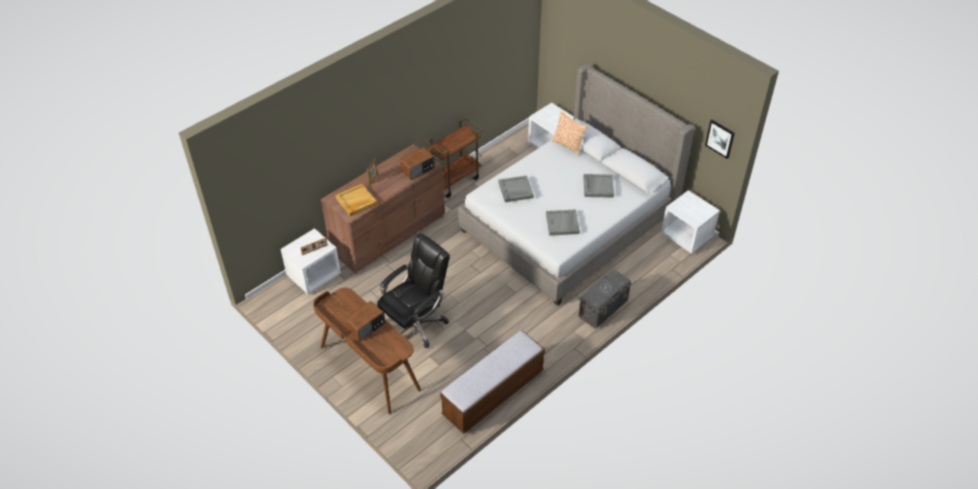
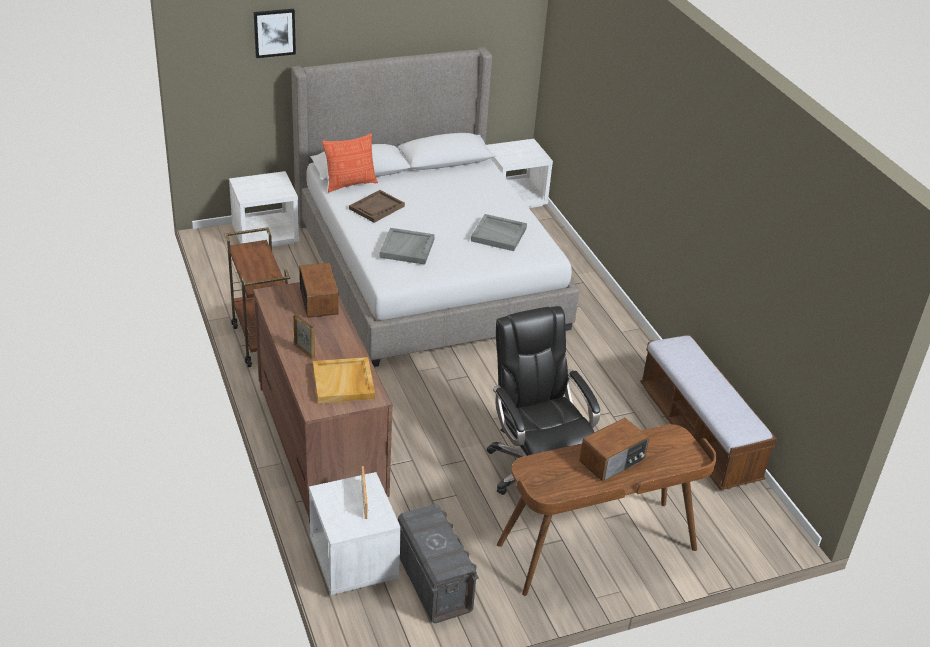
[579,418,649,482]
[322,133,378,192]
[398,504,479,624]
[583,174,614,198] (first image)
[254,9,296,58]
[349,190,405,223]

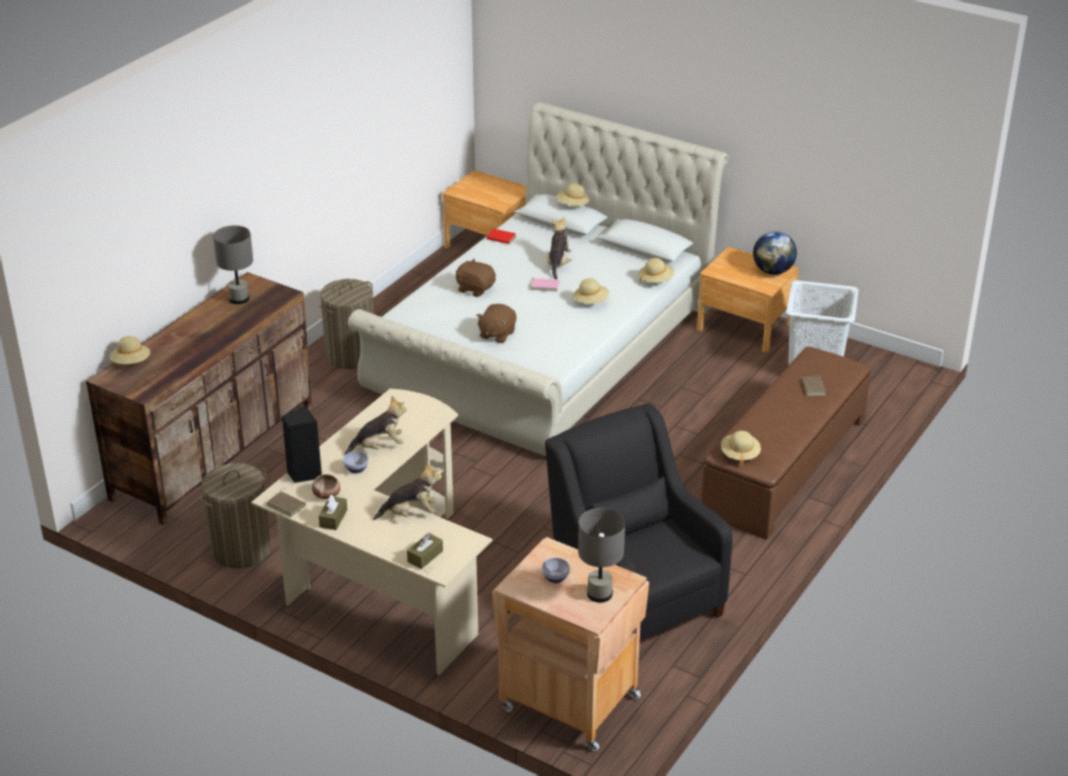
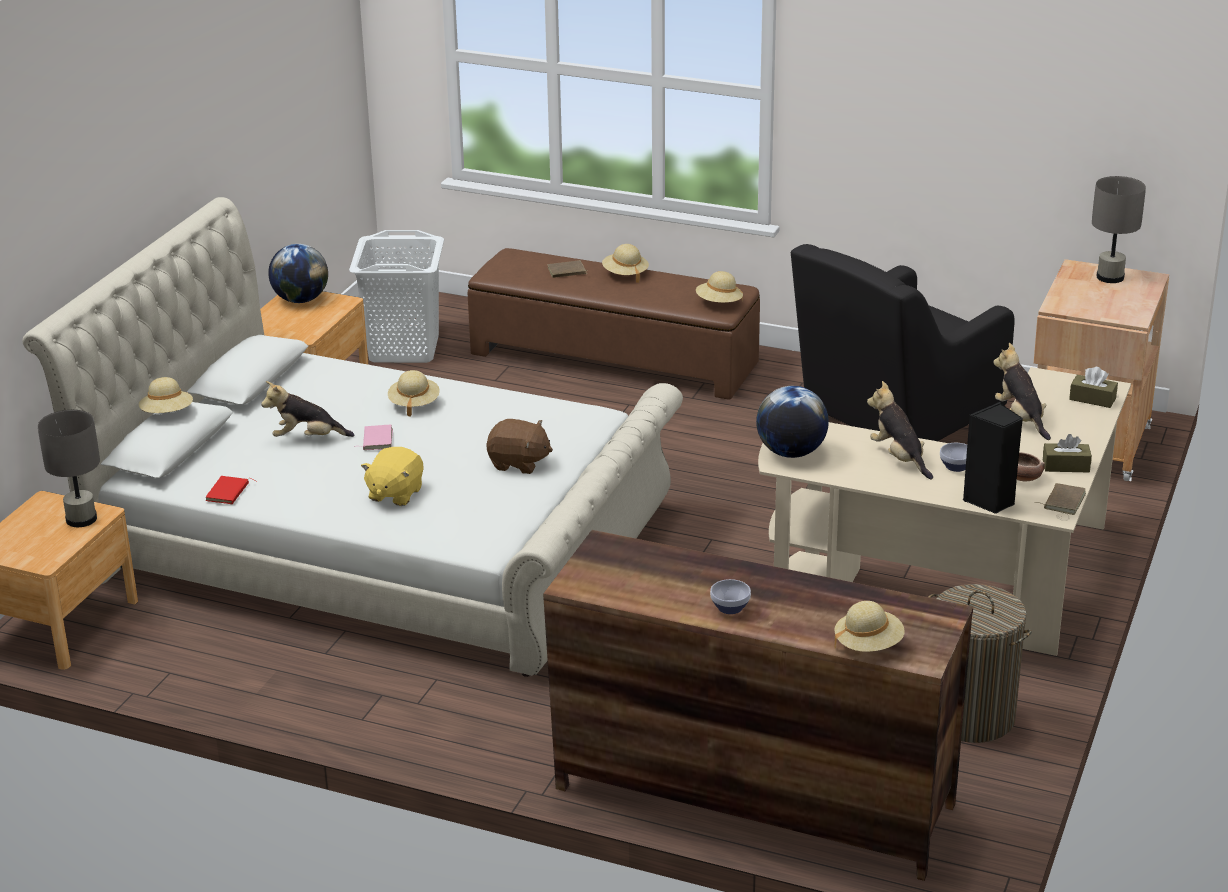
[38,410,100,527]
[320,279,374,369] (first image)
[361,447,424,506]
[710,579,751,614]
[602,244,649,283]
[756,386,829,458]

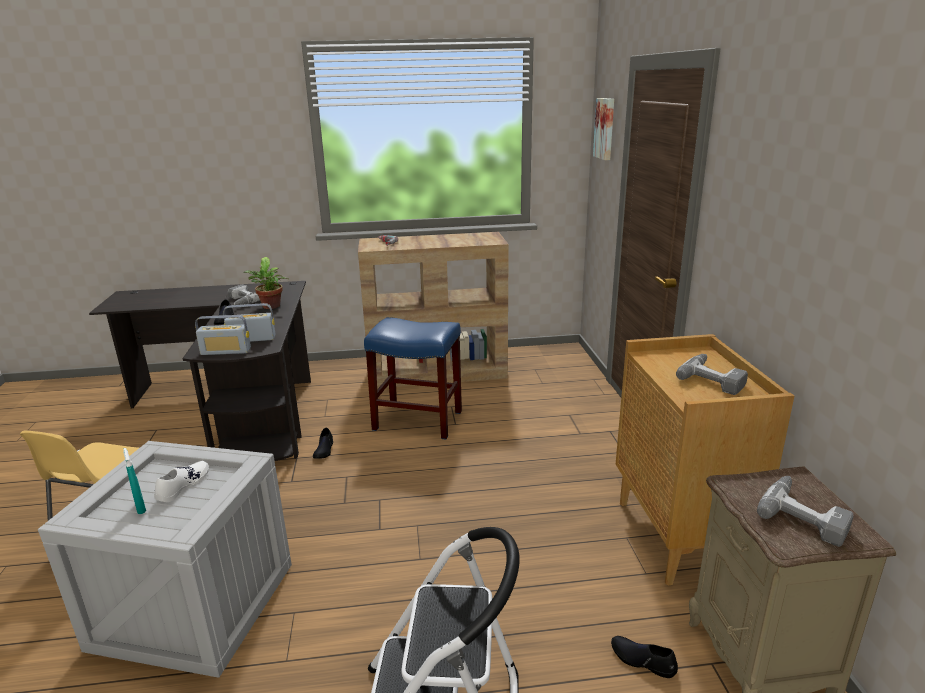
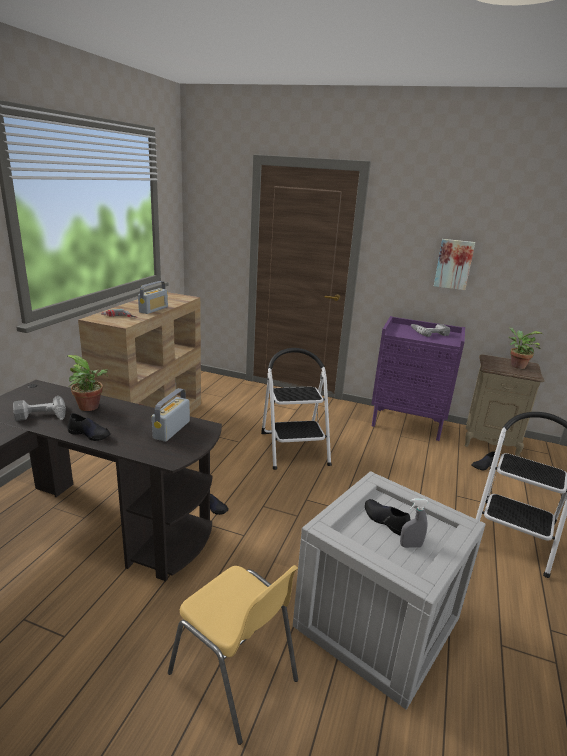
[400,499,429,548]
[365,499,411,536]
[138,281,168,314]
[364,317,462,440] (first image)
[434,239,475,290]
[371,316,465,441]
[508,327,543,369]
[261,348,332,470]

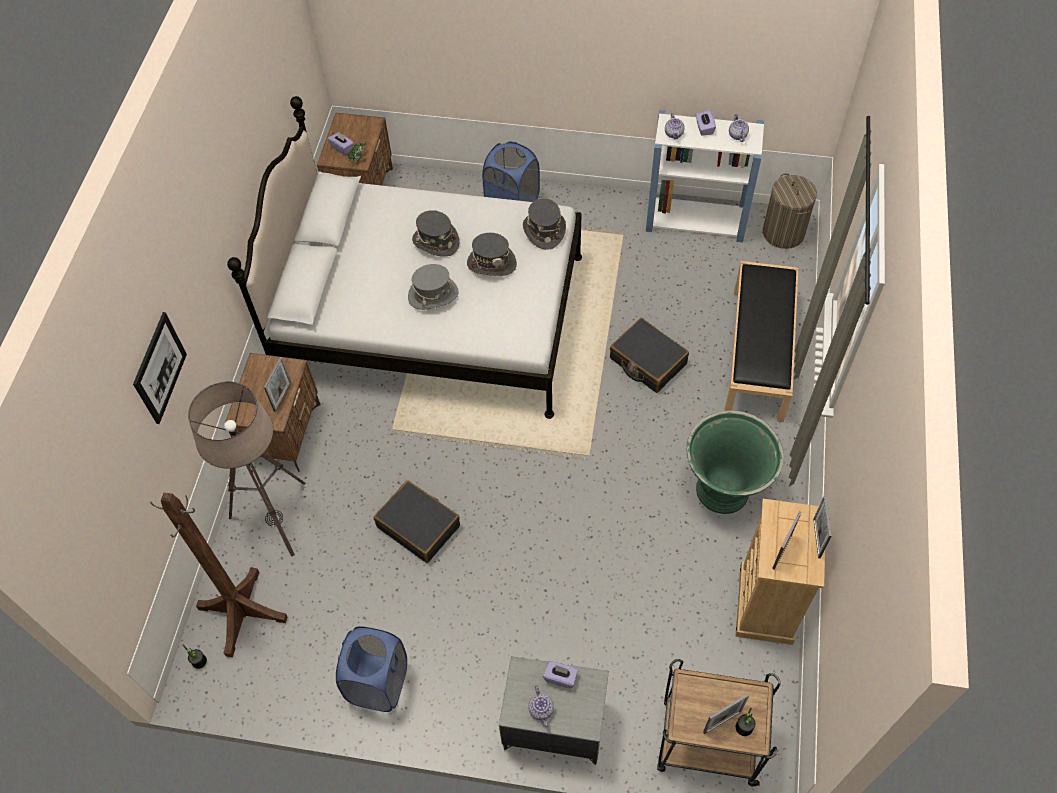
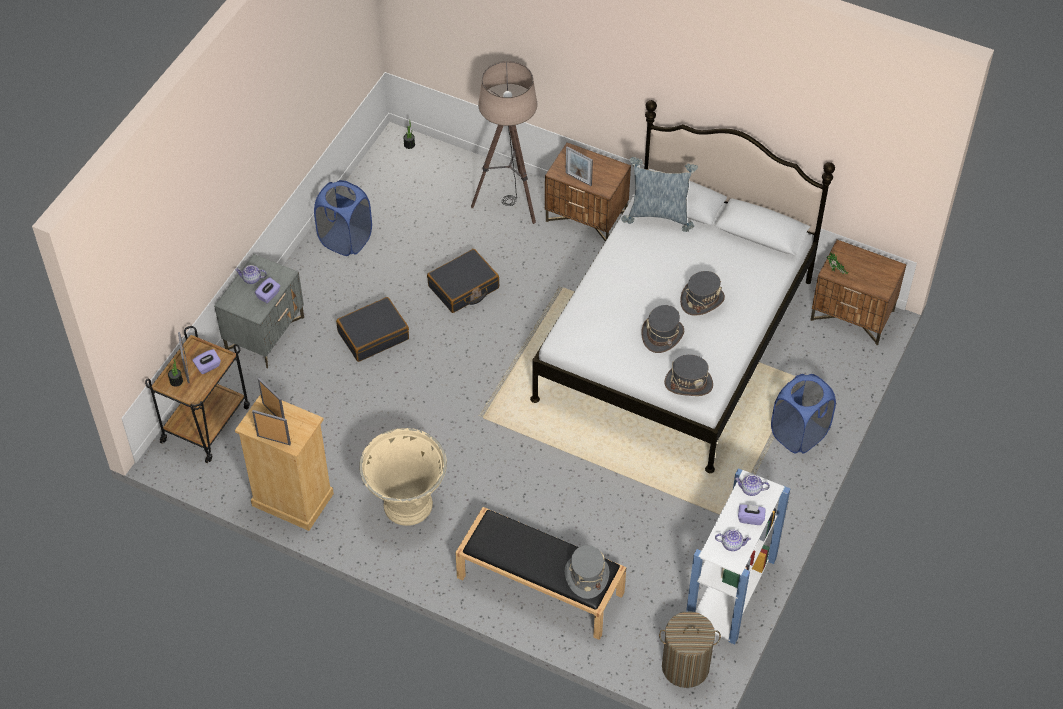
[133,312,187,424] (first image)
[150,493,288,657] (first image)
[192,349,221,374]
[565,545,609,599]
[336,297,409,362]
[359,428,447,526]
[621,157,698,232]

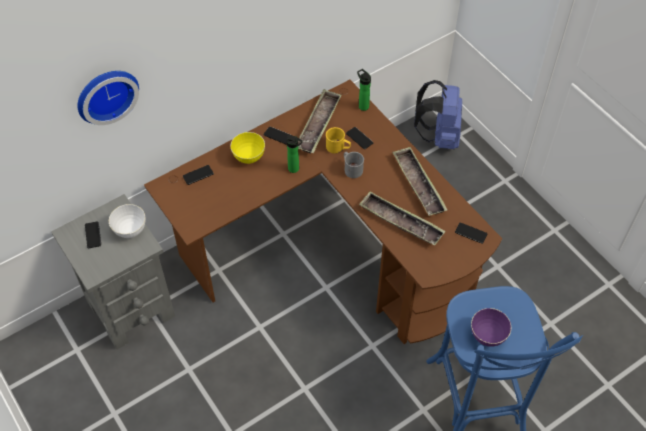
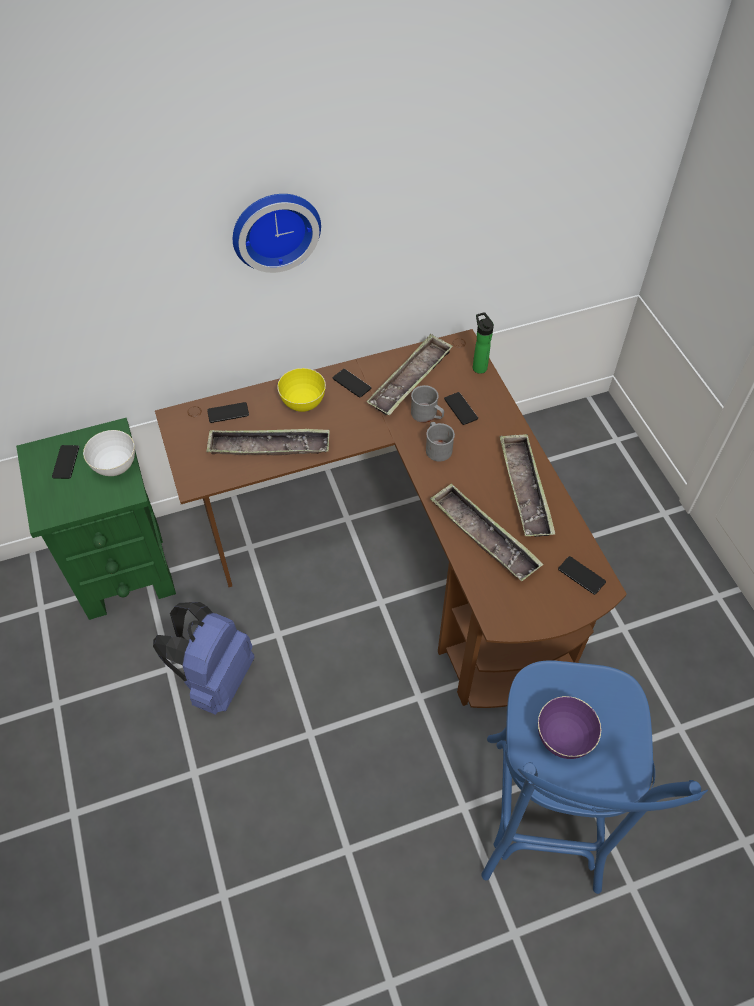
[16,418,176,620]
[233,194,321,273]
[287,135,303,173] (first image)
[411,385,444,423]
[153,602,255,715]
[206,429,330,455]

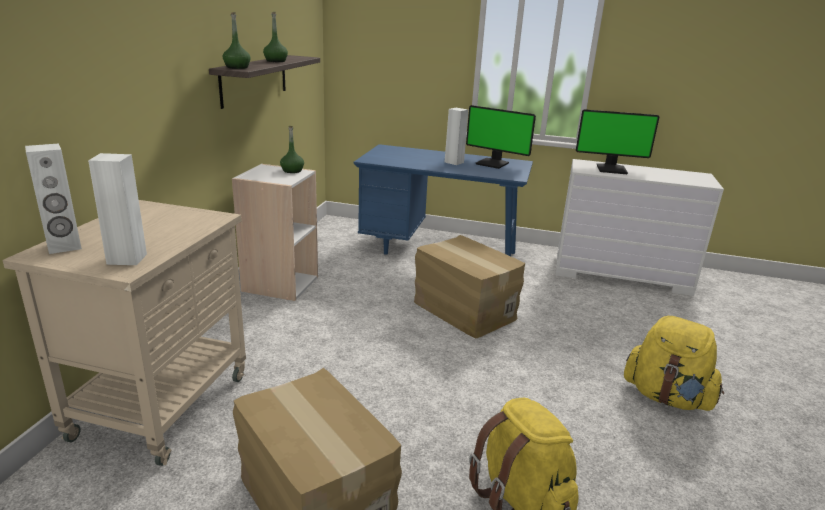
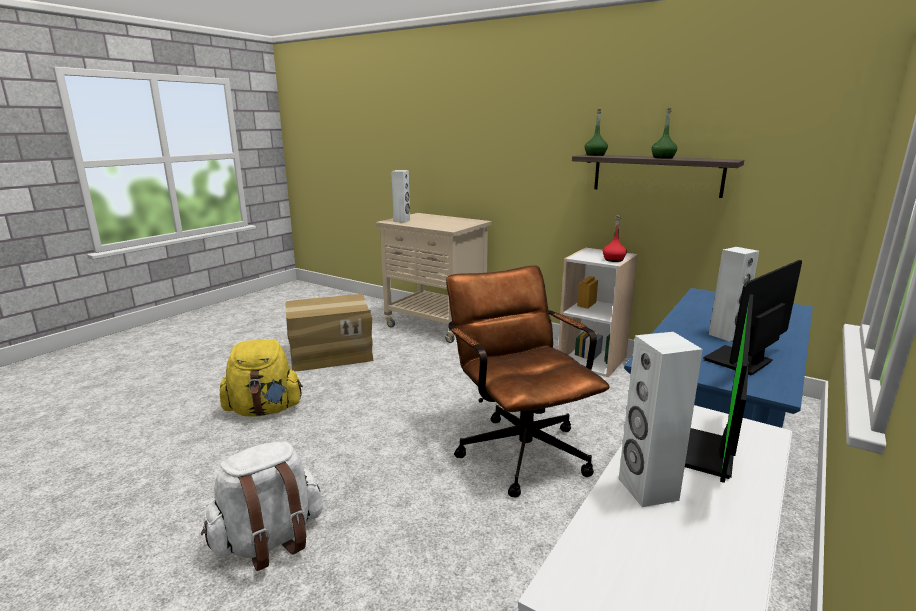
[619,332,703,507]
[603,215,627,262]
[446,265,610,498]
[201,442,323,571]

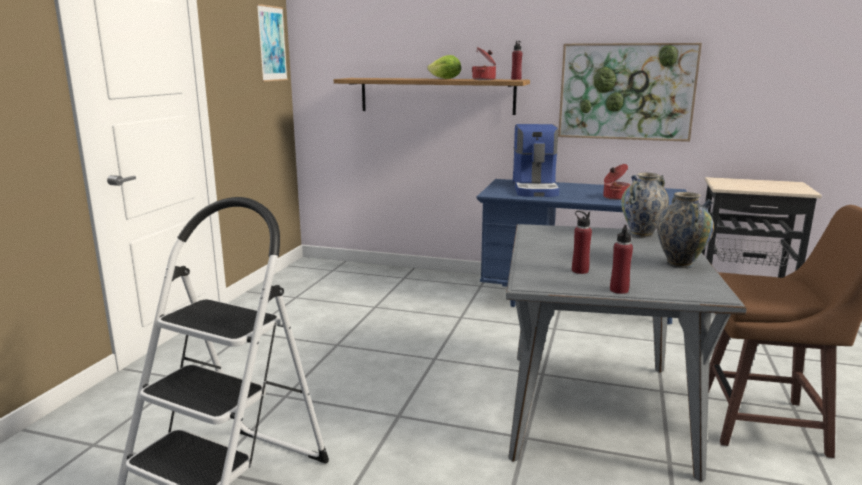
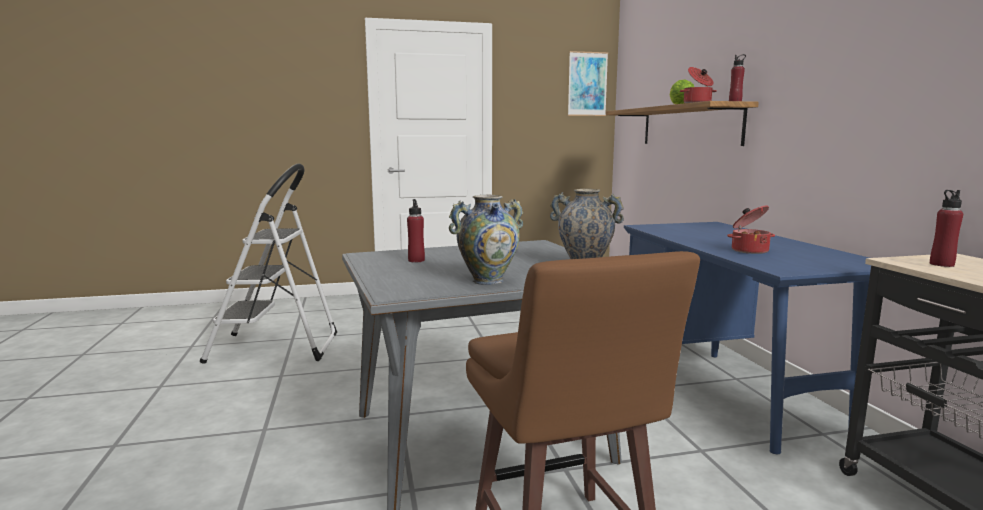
[513,124,559,197] (first image)
[558,43,702,142] (first image)
[930,190,963,267]

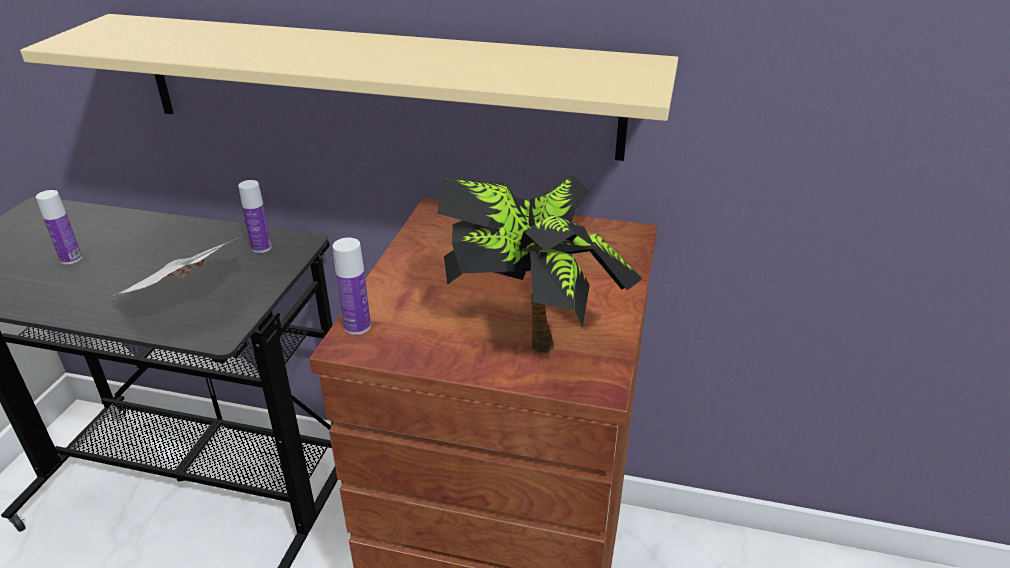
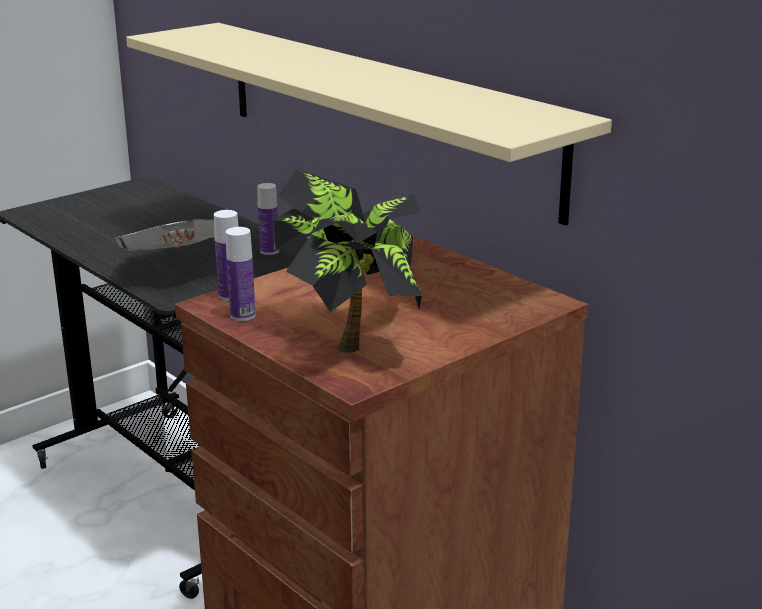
[226,227,256,321]

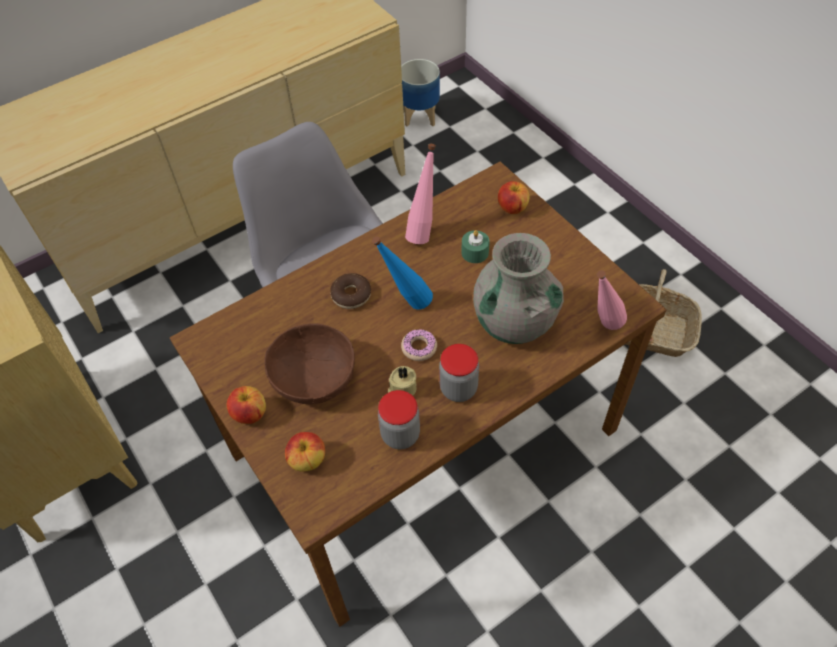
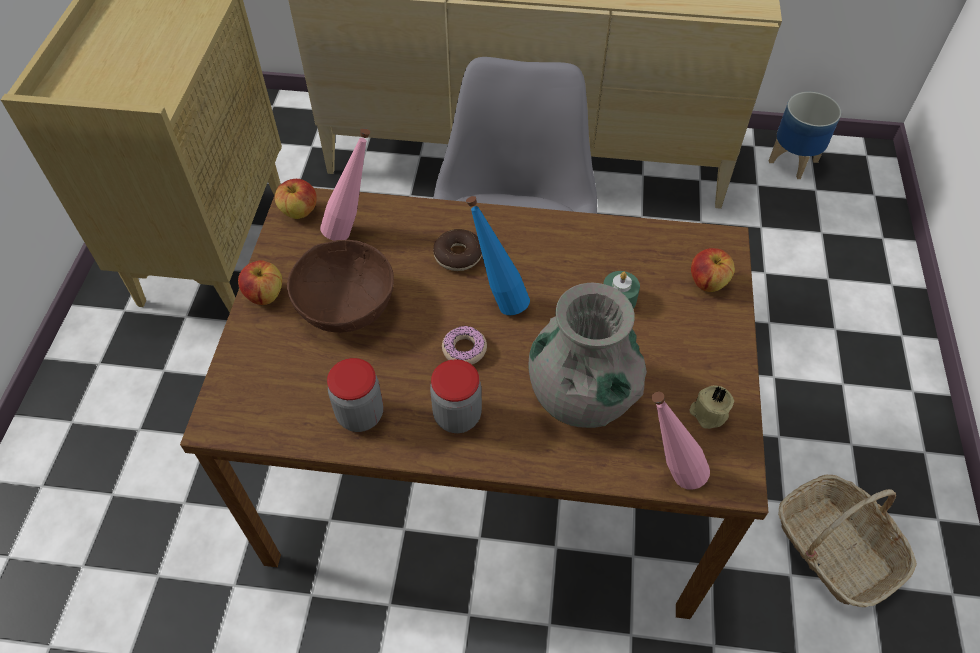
[275,179,317,219]
[689,386,734,429]
[320,128,370,241]

